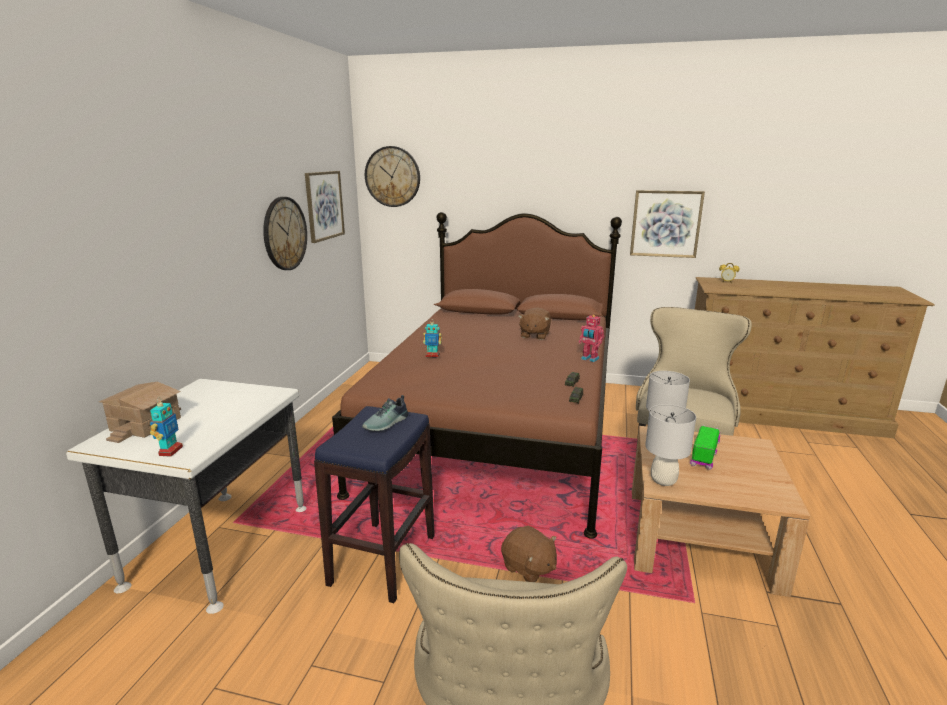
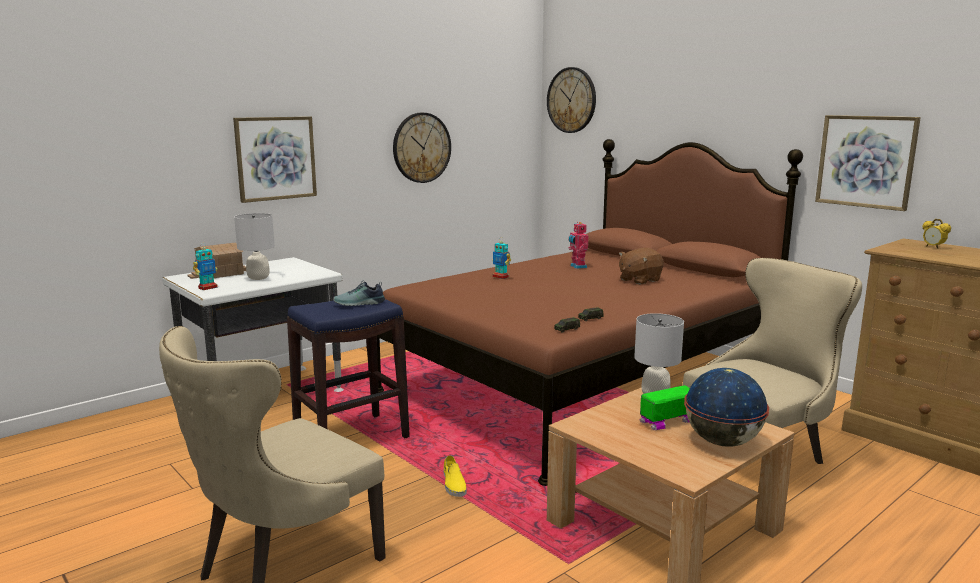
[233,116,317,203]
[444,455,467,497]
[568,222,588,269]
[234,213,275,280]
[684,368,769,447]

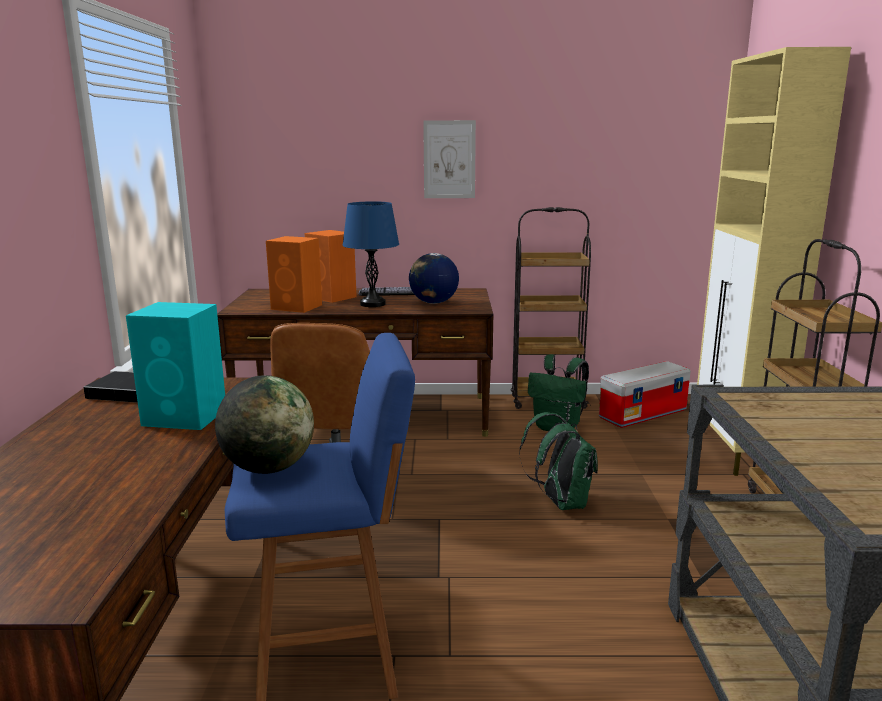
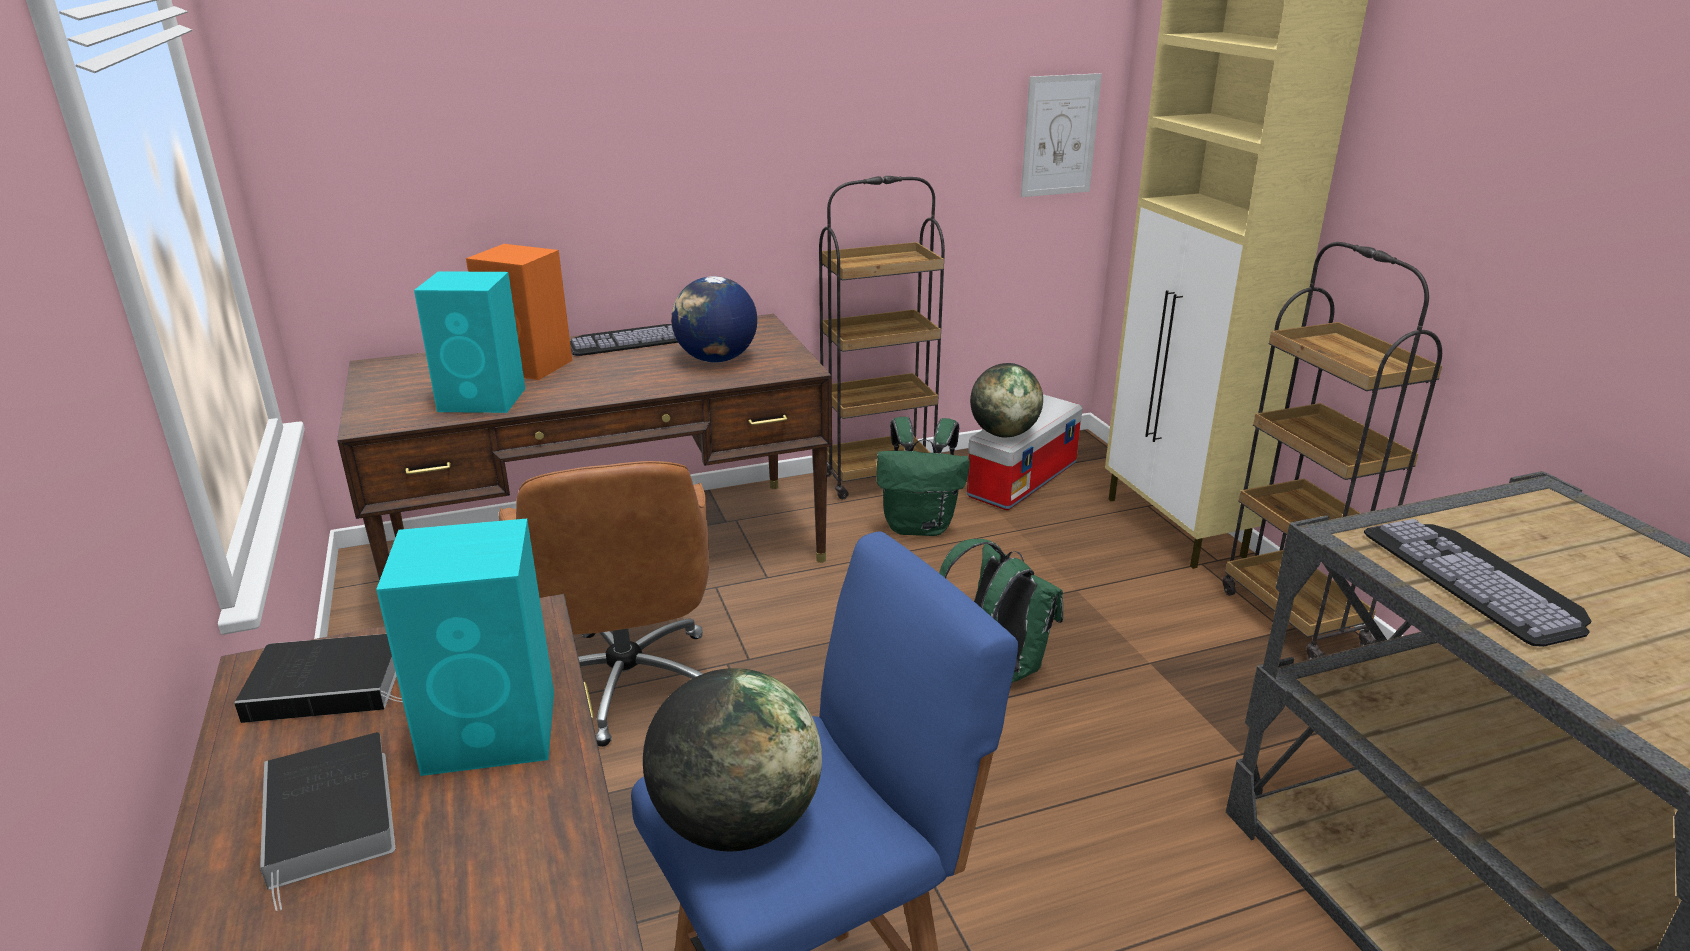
[414,271,525,413]
[342,201,399,307] (first image)
[1021,73,1102,197]
[260,732,396,911]
[970,363,1043,437]
[1364,519,1591,647]

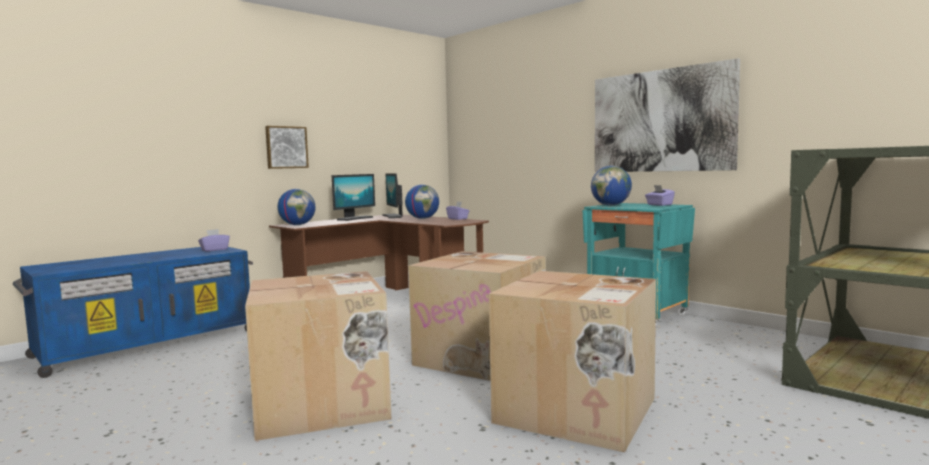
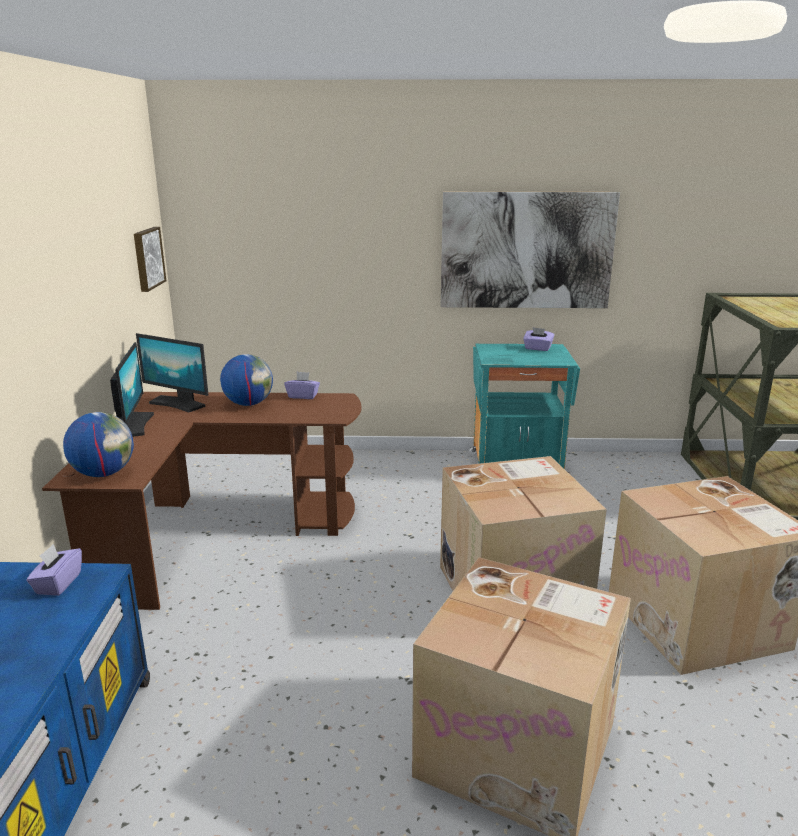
[134,227,166,292]
[591,166,632,206] (first image)

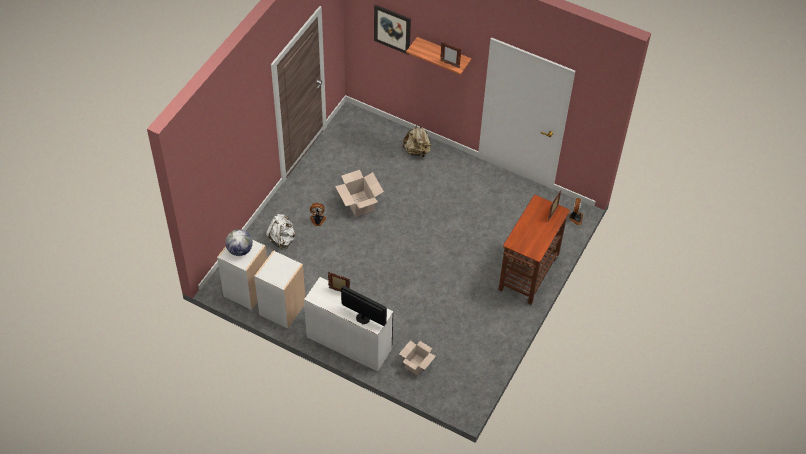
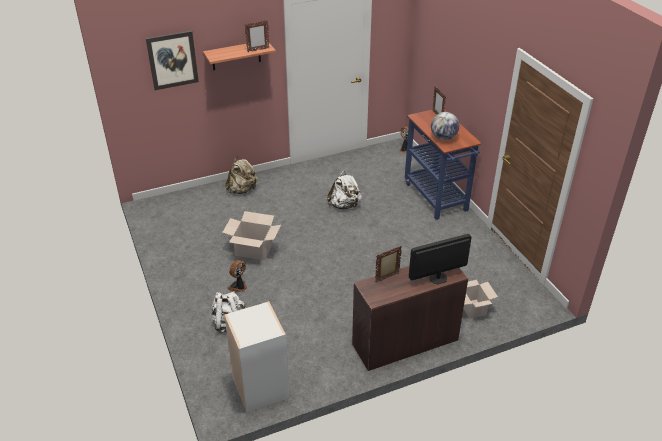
[431,112,459,140]
[254,250,305,329] (first image)
[352,266,468,371]
[405,109,481,220]
[327,171,362,209]

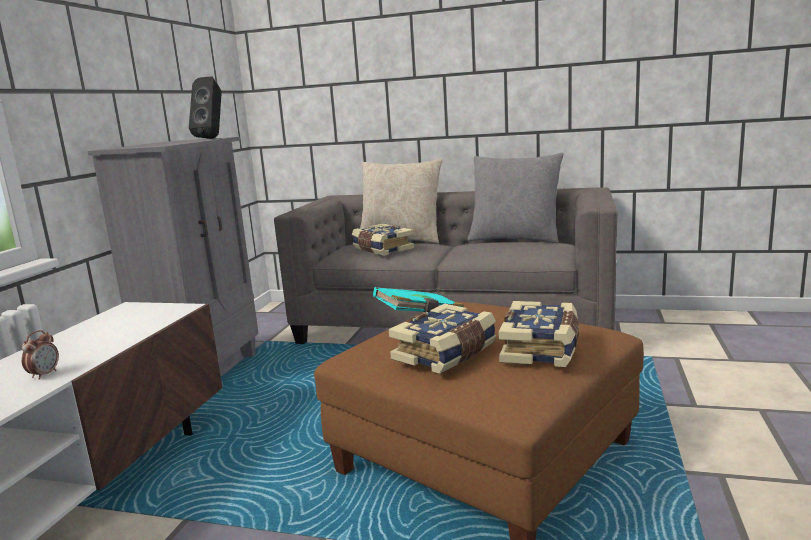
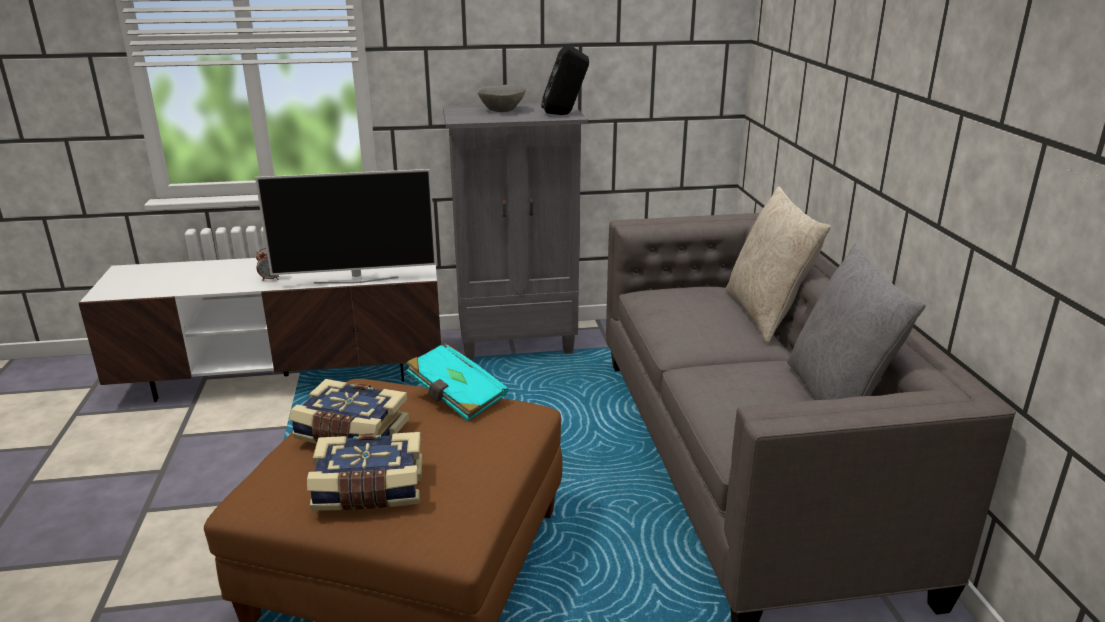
[352,224,414,256] (first image)
[255,169,437,284]
[477,85,526,112]

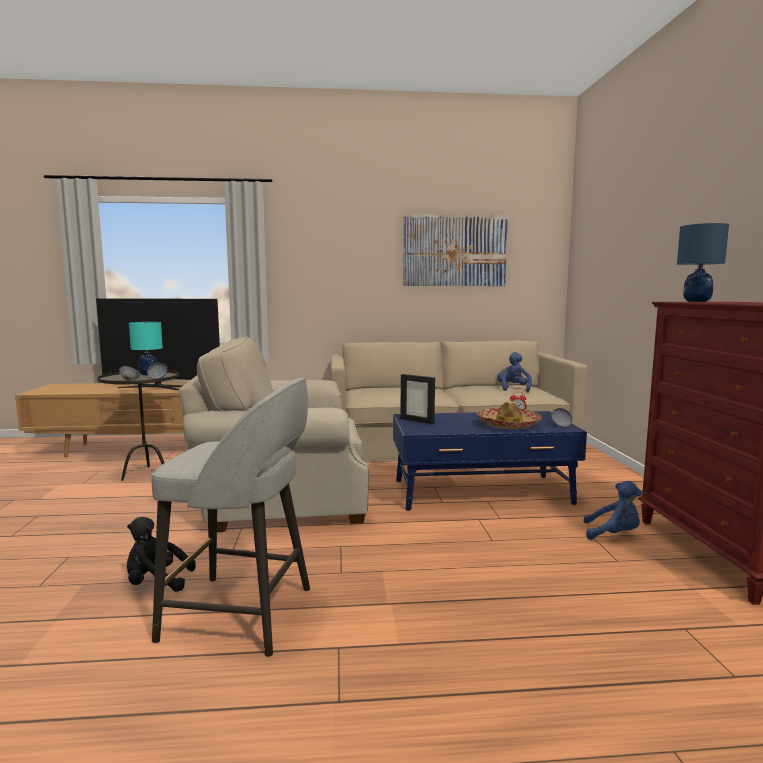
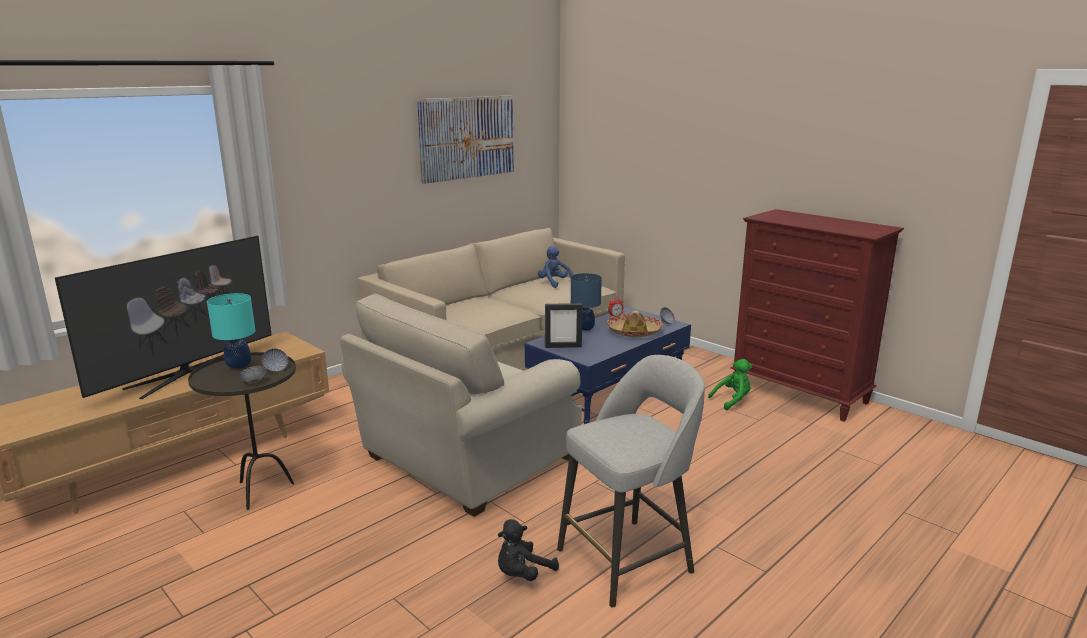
[55,236,272,399]
[708,359,753,410]
[571,273,602,330]

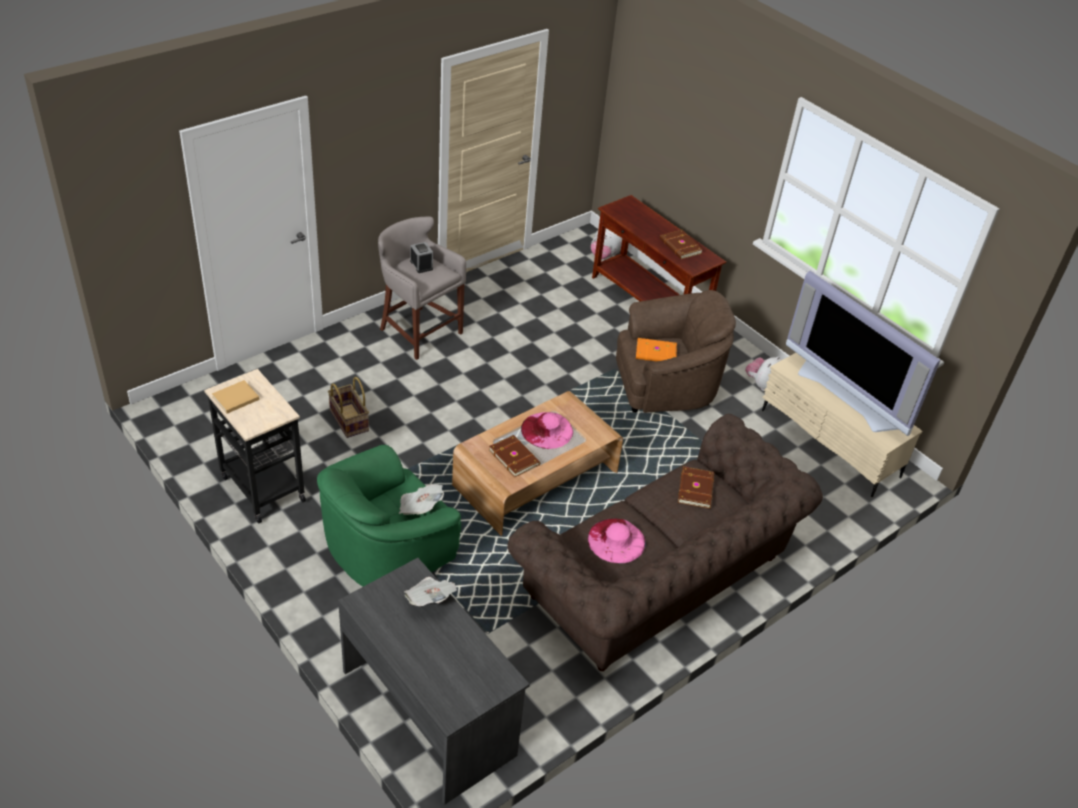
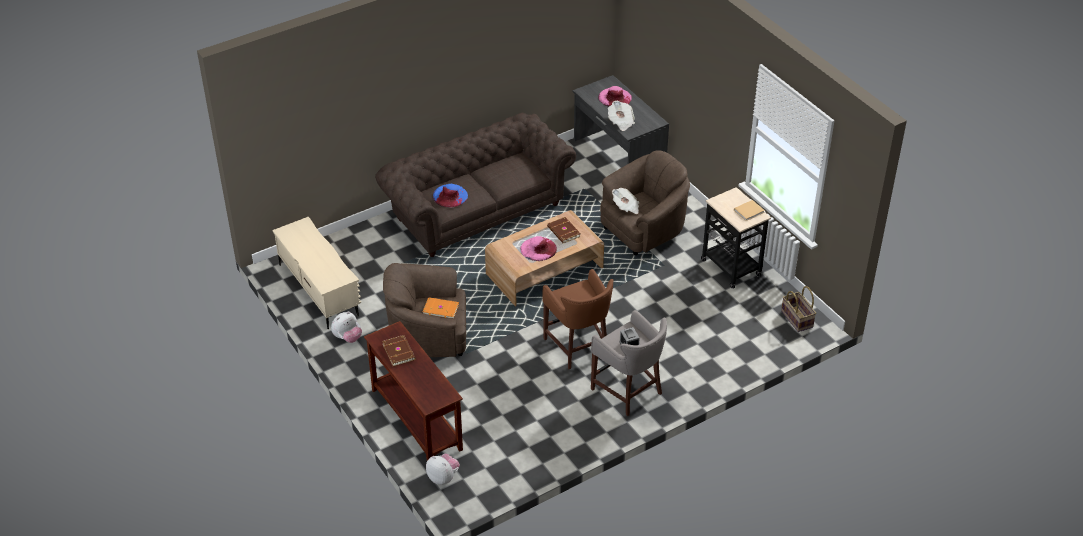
[600,150,690,255]
[781,286,816,332]
[598,86,632,107]
[433,184,468,207]
[786,271,941,436] (first image)
[542,269,614,369]

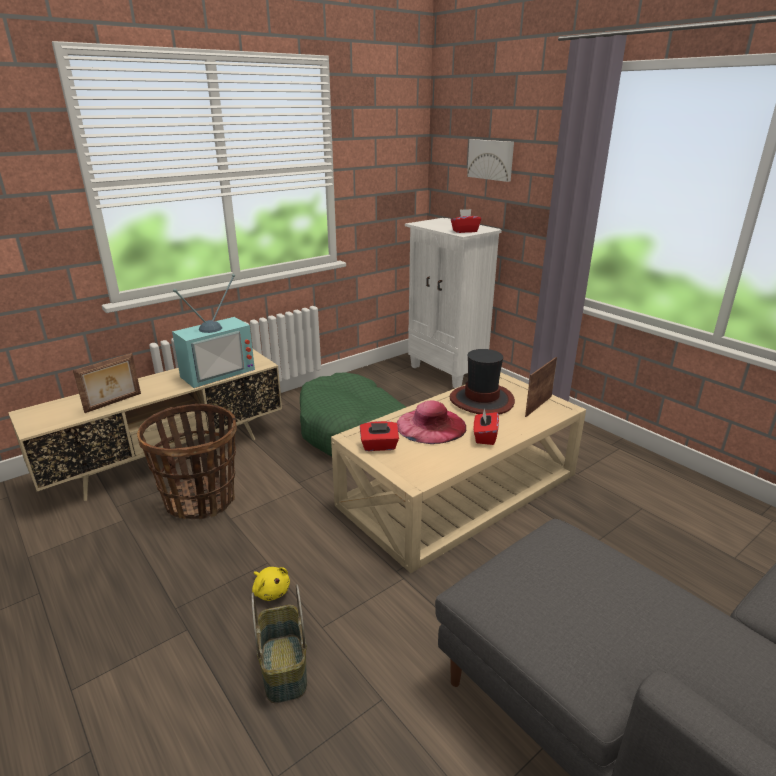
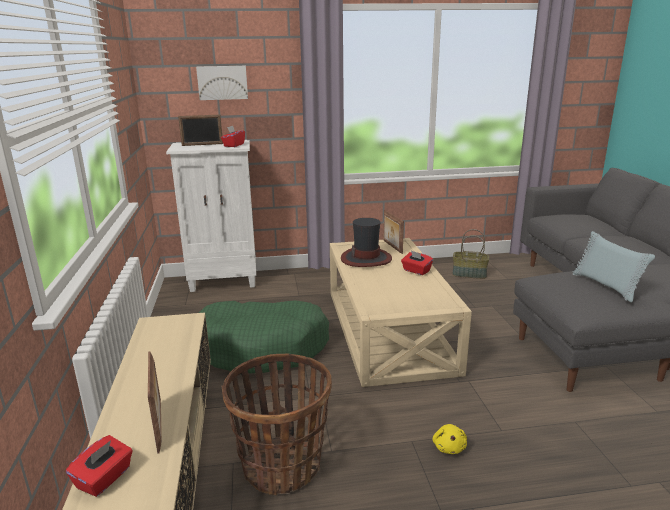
[172,274,255,388] (first image)
[452,229,489,279]
[432,424,467,454]
[66,435,133,497]
[397,401,466,444] (first image)
[178,115,223,146]
[573,231,655,302]

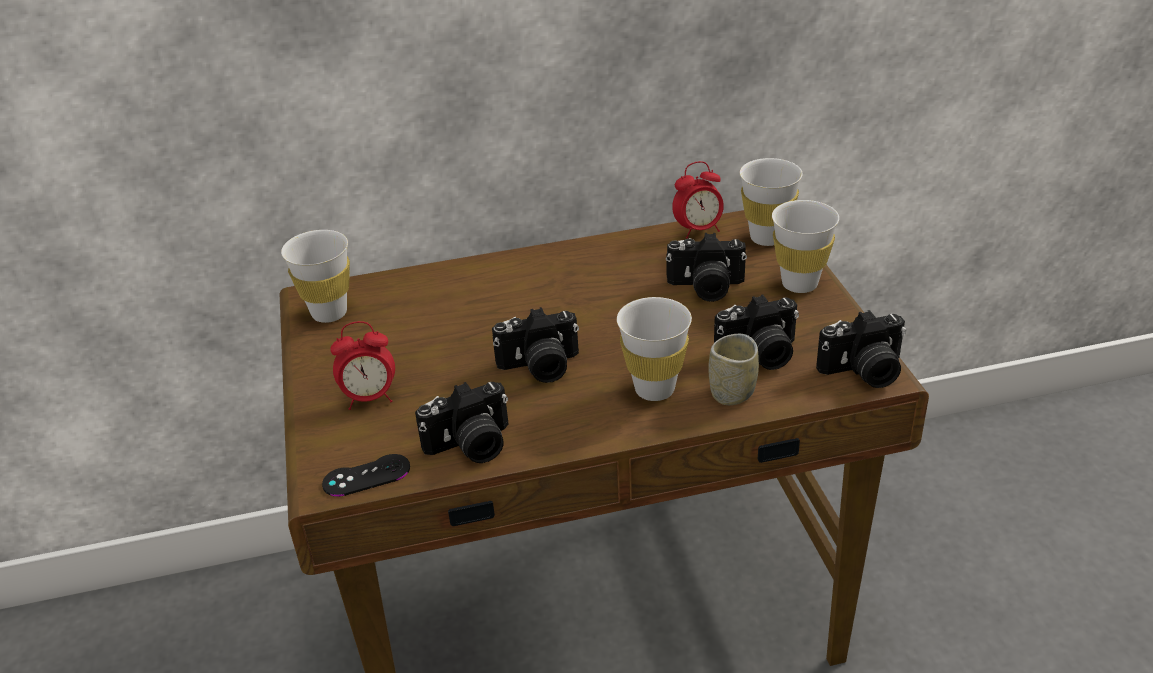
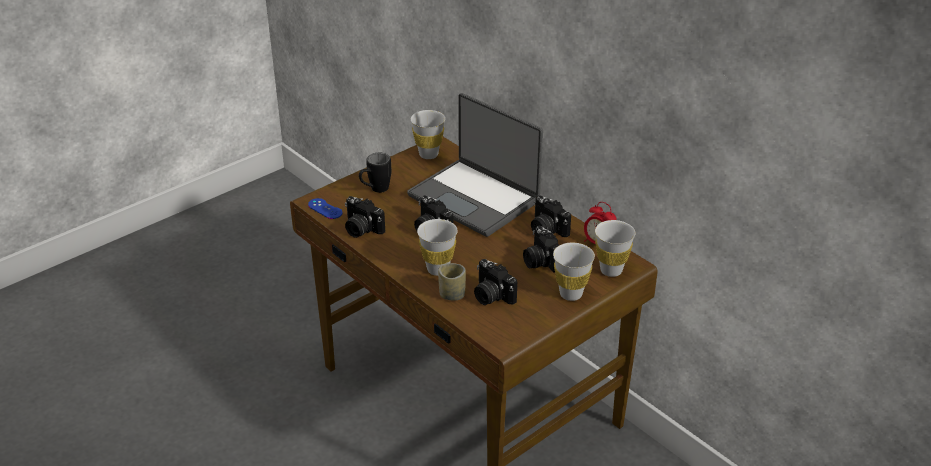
[308,198,343,219]
[359,153,391,193]
[531,195,571,237]
[407,93,543,237]

